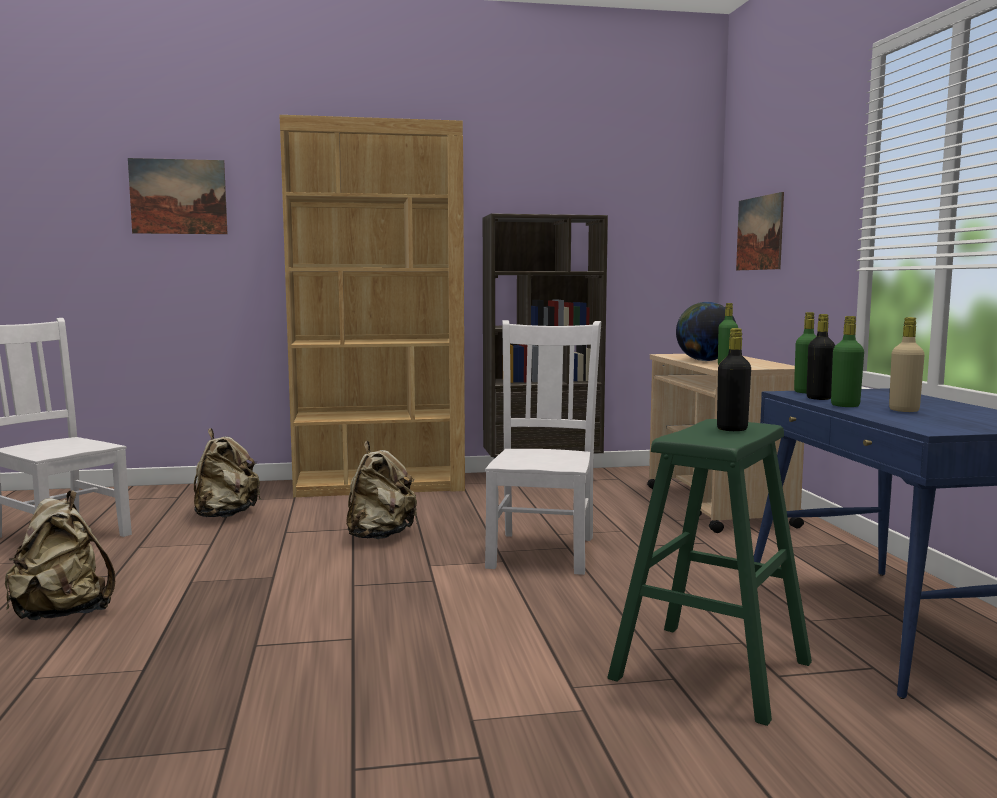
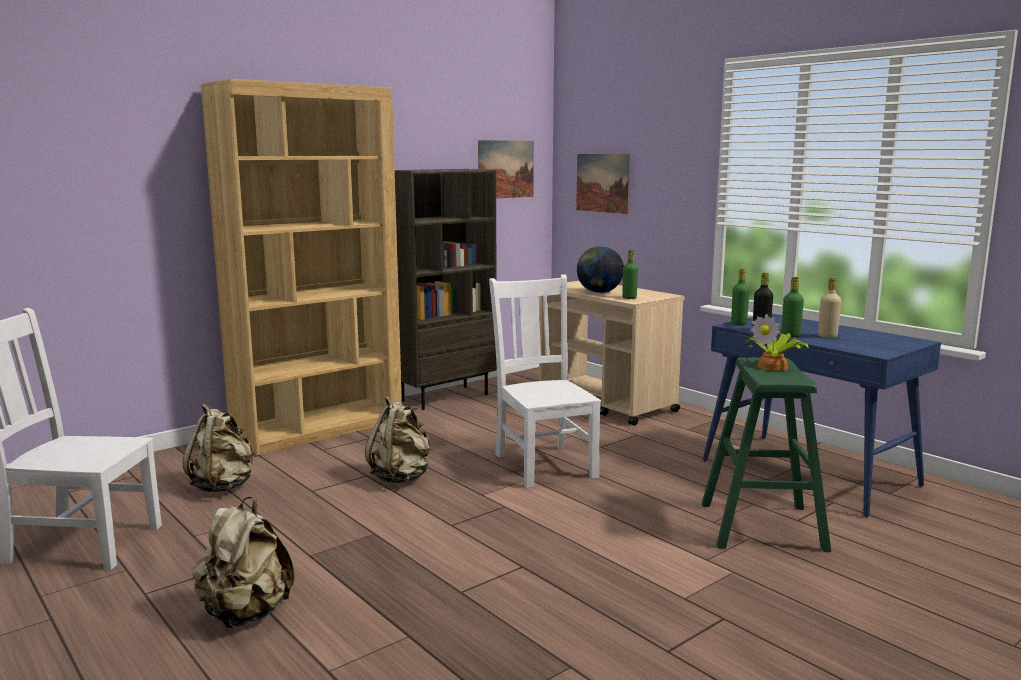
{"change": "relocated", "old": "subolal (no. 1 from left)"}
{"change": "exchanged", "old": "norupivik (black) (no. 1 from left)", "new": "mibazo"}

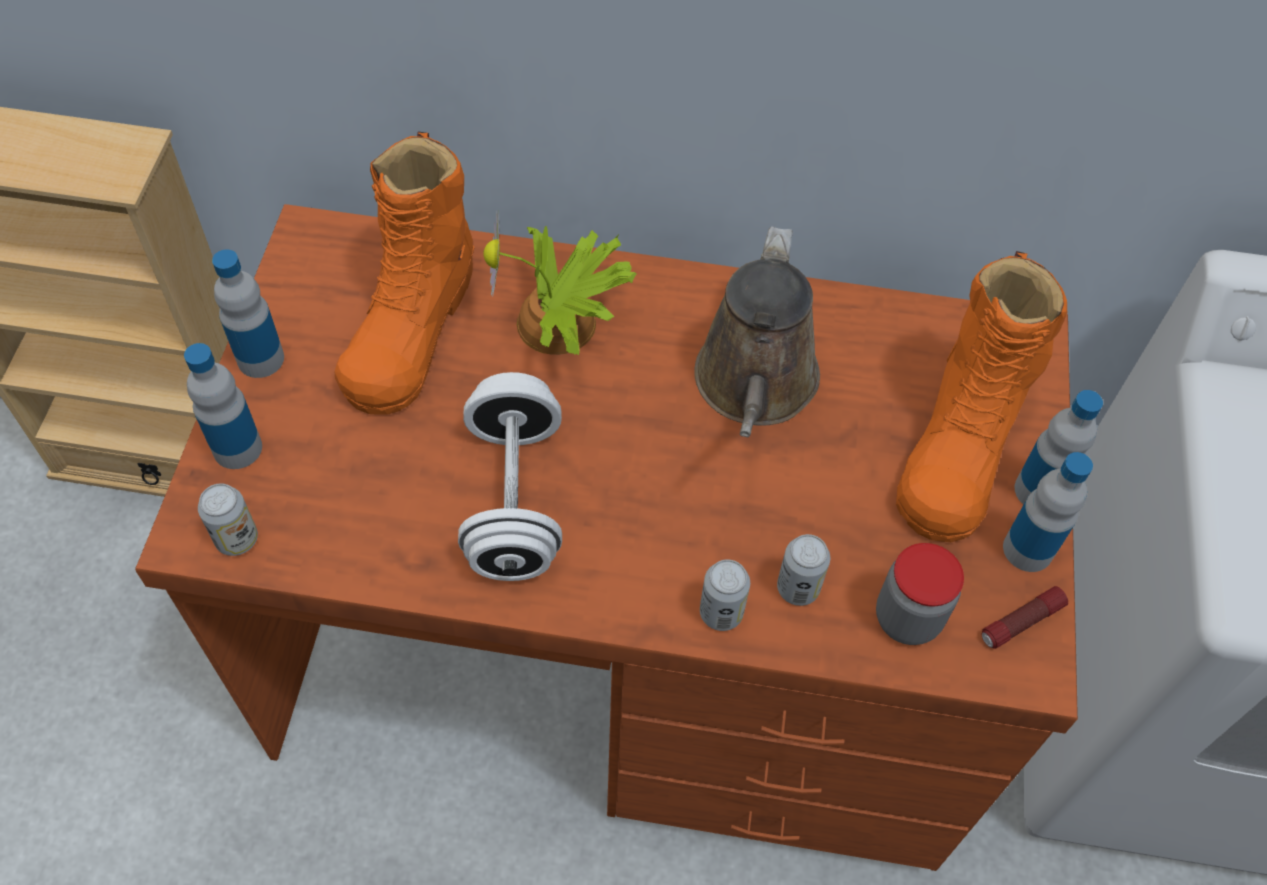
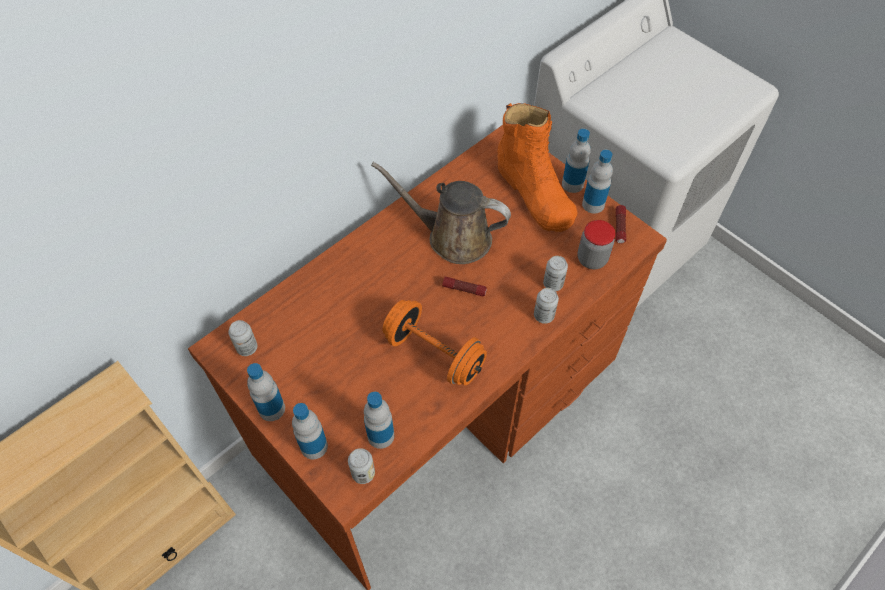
{"change": "missing", "old": "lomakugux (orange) (no. 1 from left)"}
{"change": "missing", "old": "mibazo"}
{"change": "appeared", "new": "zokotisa (no. 1 from left)"}
{"change": "appeared", "new": "norupivik (no. 3 from left)"}
{"change": "appeared", "new": "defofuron (no. 1 from left)"}
{"change": "colour", "old": "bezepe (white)", "new": "bezepe (orange)"}
{"change": "spun", "old": "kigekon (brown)", "degrees": 150}

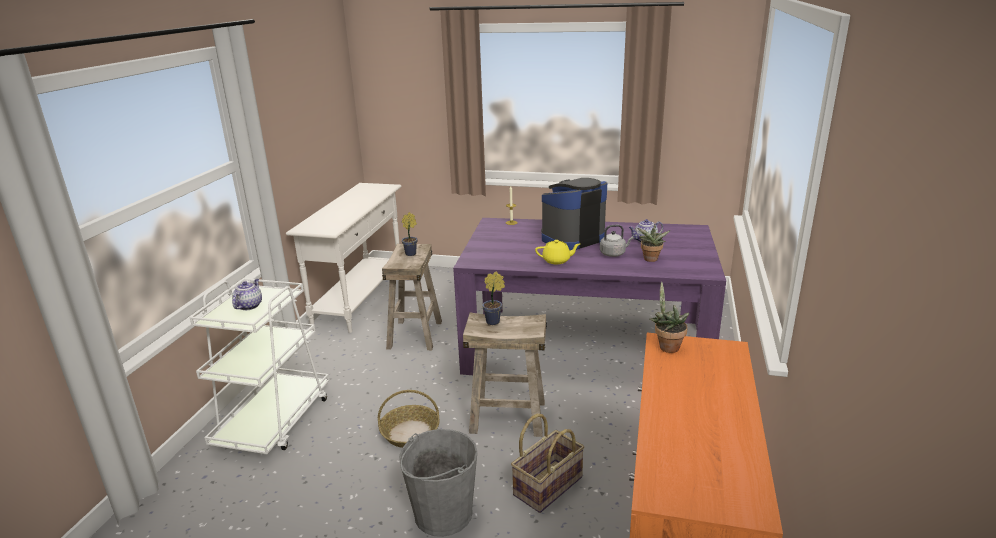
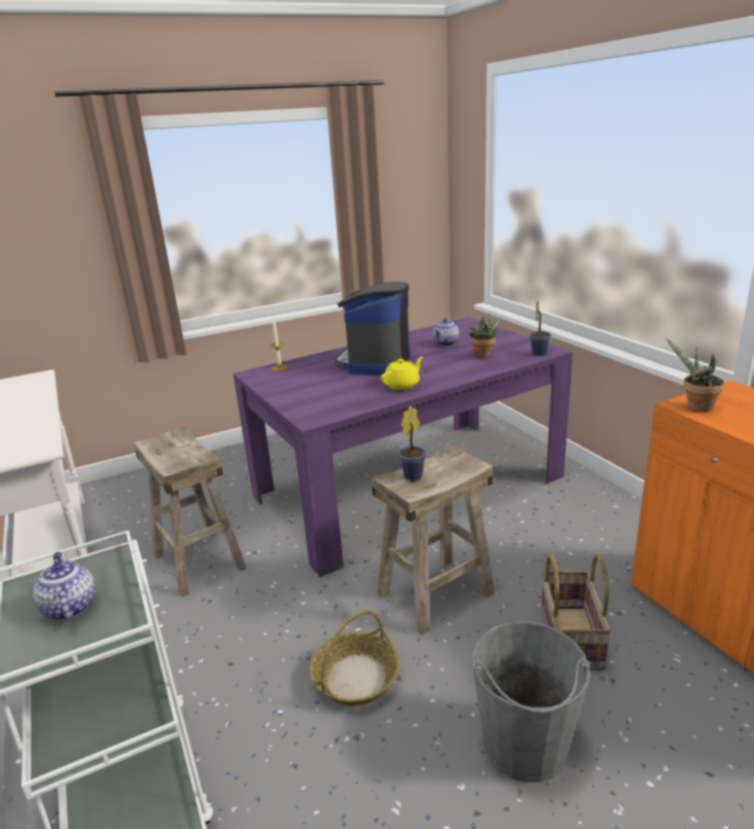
{"change": "missing", "old": "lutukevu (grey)"}
{"change": "relocated", "old": "mibazo (no. 1 from left in the first image)", "new": "mibazo (no. 3 from left)"}

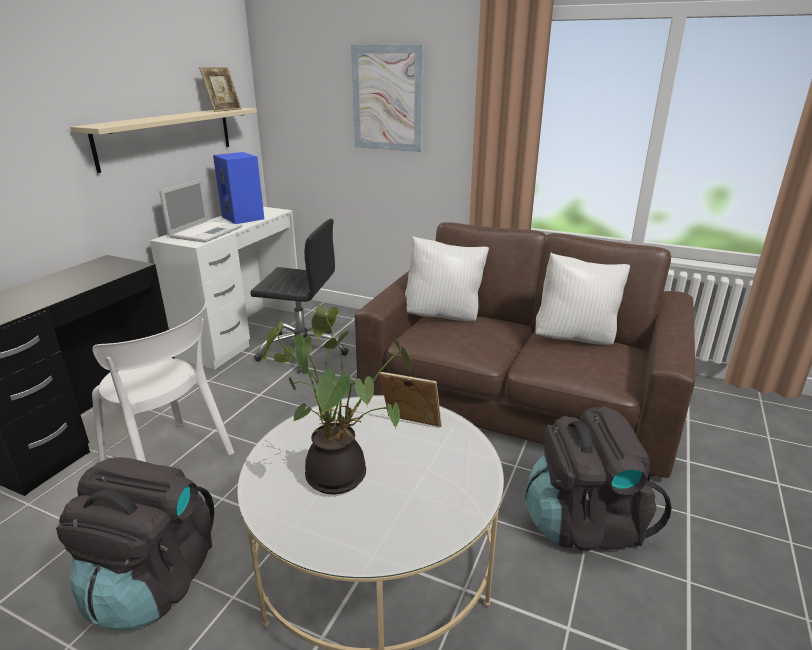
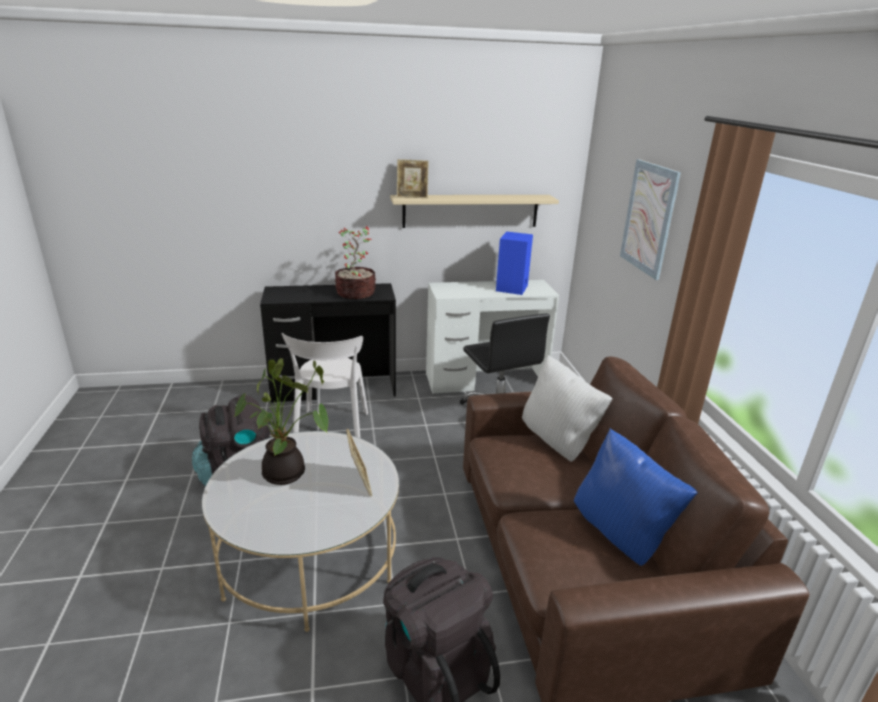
{"change": "missing", "old": "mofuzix"}
{"change": "appeared", "new": "mibazo (no. 2 from left)"}
{"change": "relocated", "old": "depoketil (no. 1 from left in the first image)", "new": "depoketil (no. 2 from left)"}
{"change": "colour", "old": "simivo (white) (no. 2 from left)", "new": "simivo (blue)"}

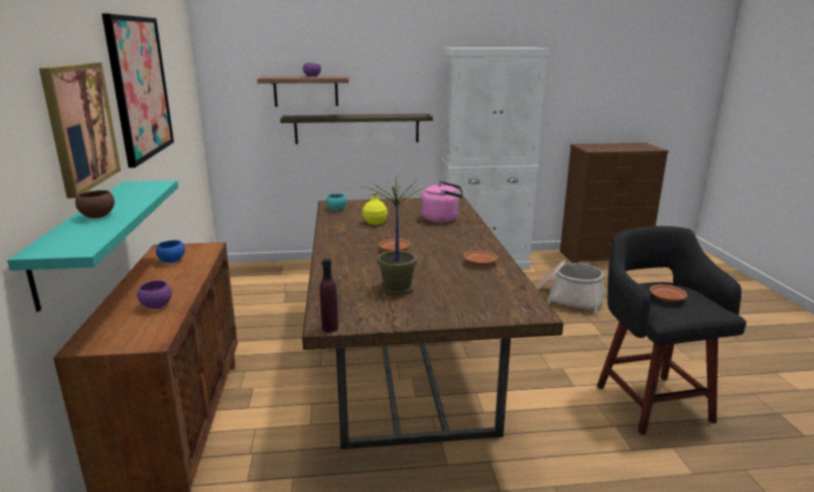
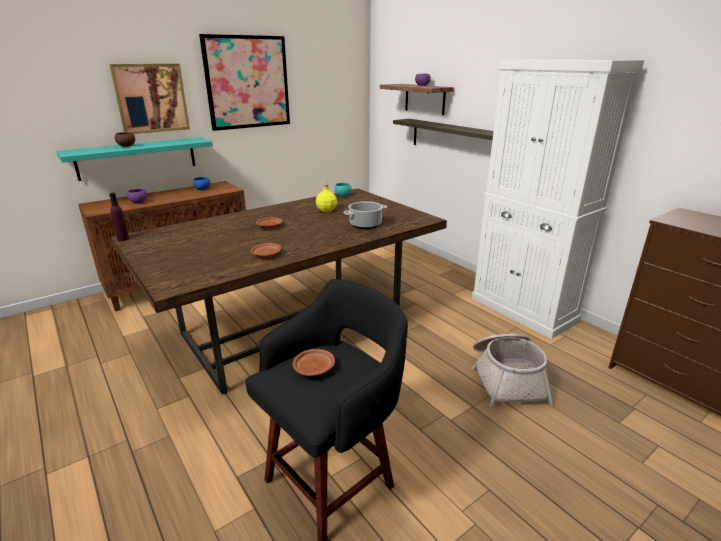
{"change": "missing", "old": "mibazo"}
{"change": "exchanged", "old": "lutukevu (pink)", "new": "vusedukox"}

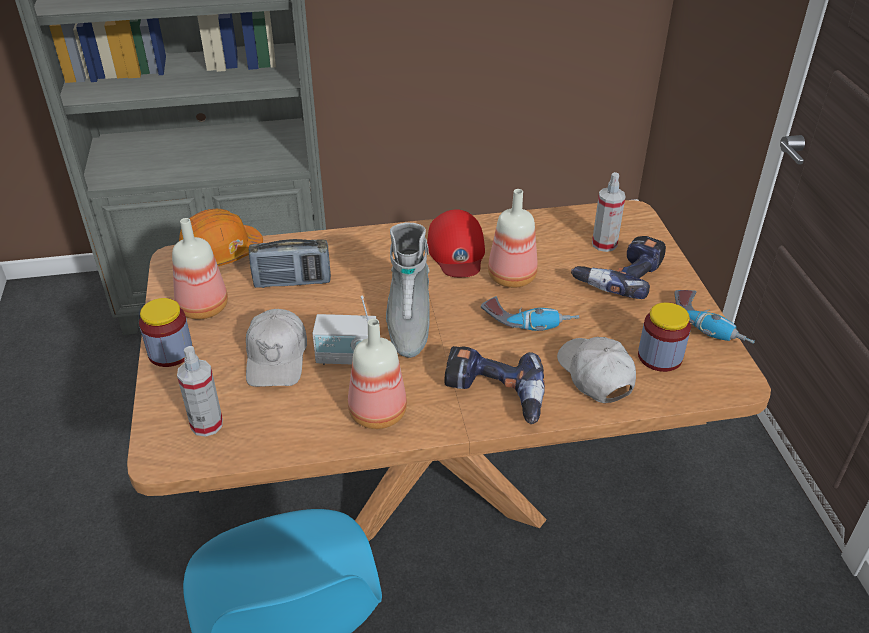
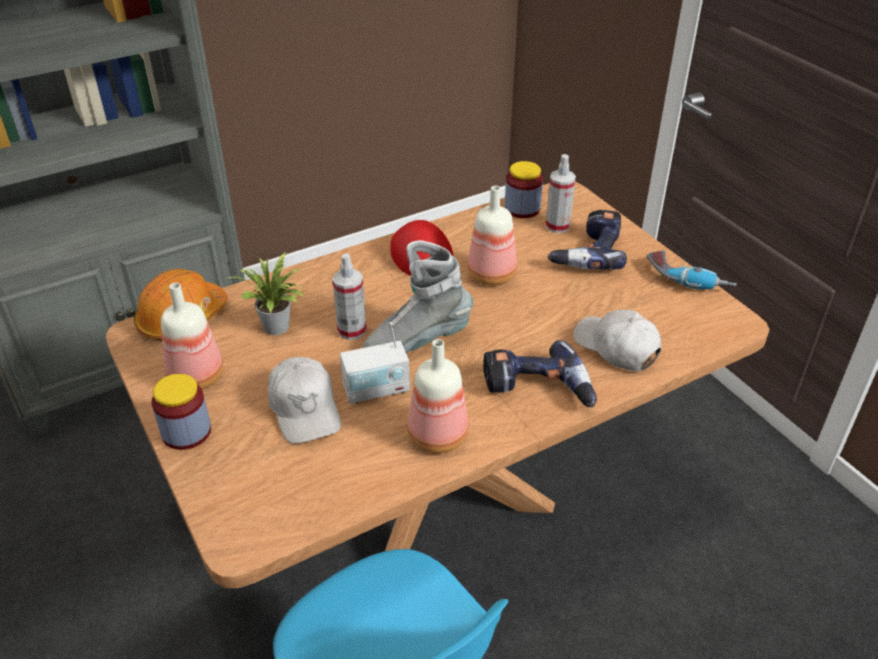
{"change": "missing", "old": "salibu (no. 2 from left)"}
{"change": "relocated", "old": "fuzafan (no. 1 from left)"}
{"change": "relocated", "old": "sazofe (no. 2 from left)"}
{"change": "exchanged", "old": "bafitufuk (no. 1 from left)", "new": "mibazo"}
{"change": "spun", "old": "lomakugux (grey)", "degrees": 90}

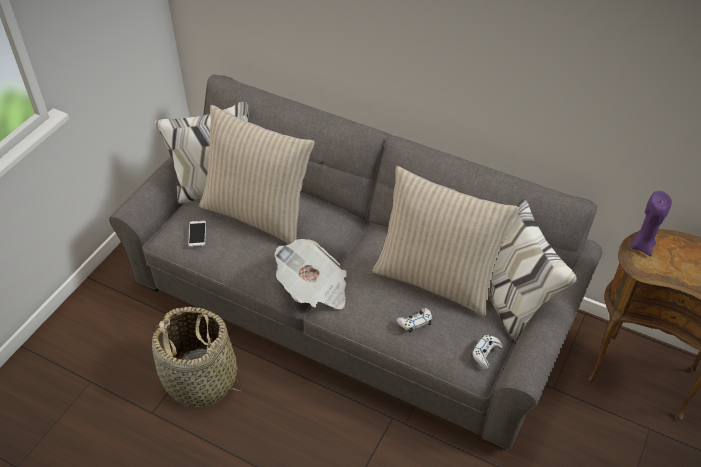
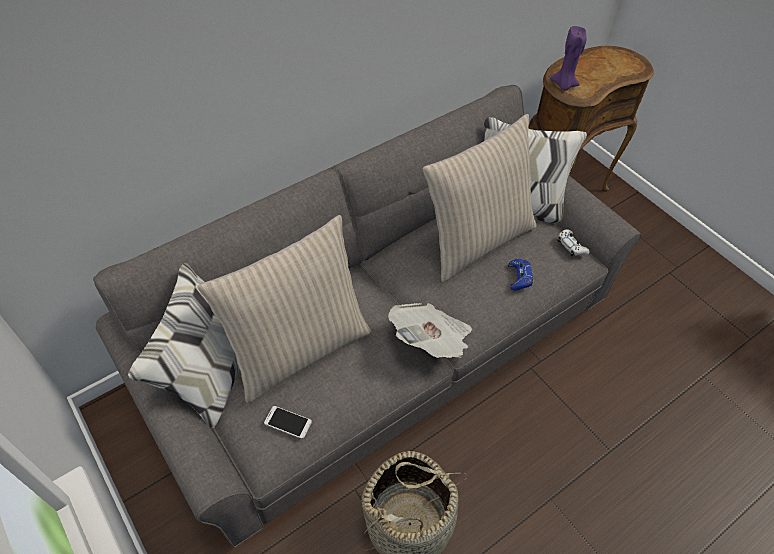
{"change": "colour", "old": "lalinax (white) (no. 1 from left)", "new": "lalinax (blue)"}

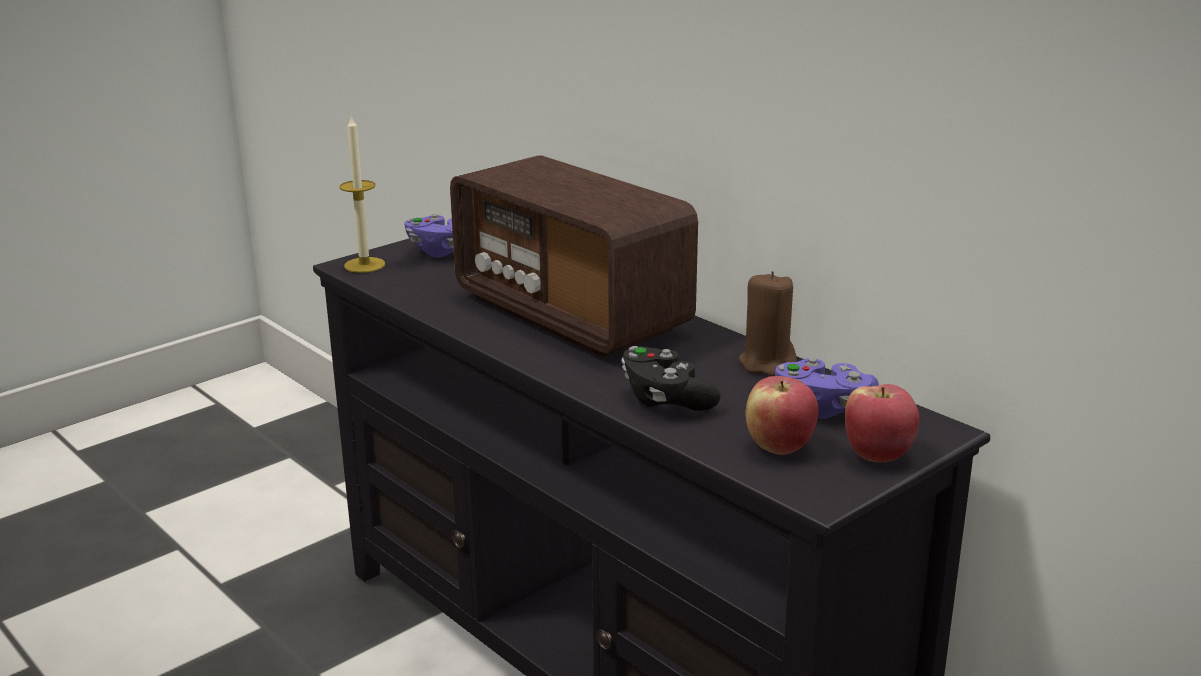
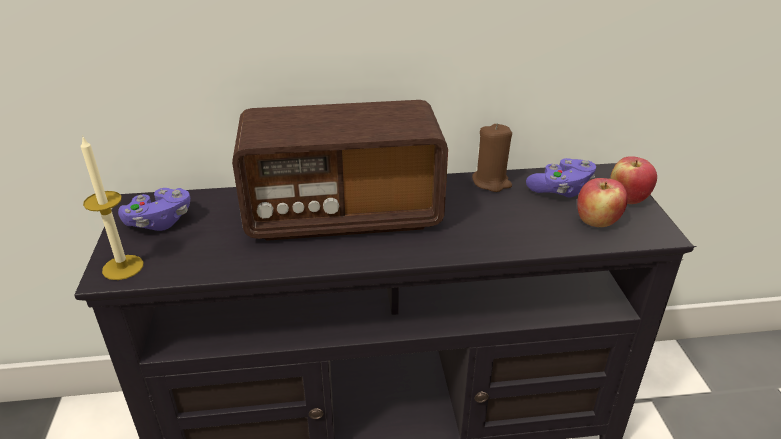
{"change": "missing", "old": "lalinax (black)"}

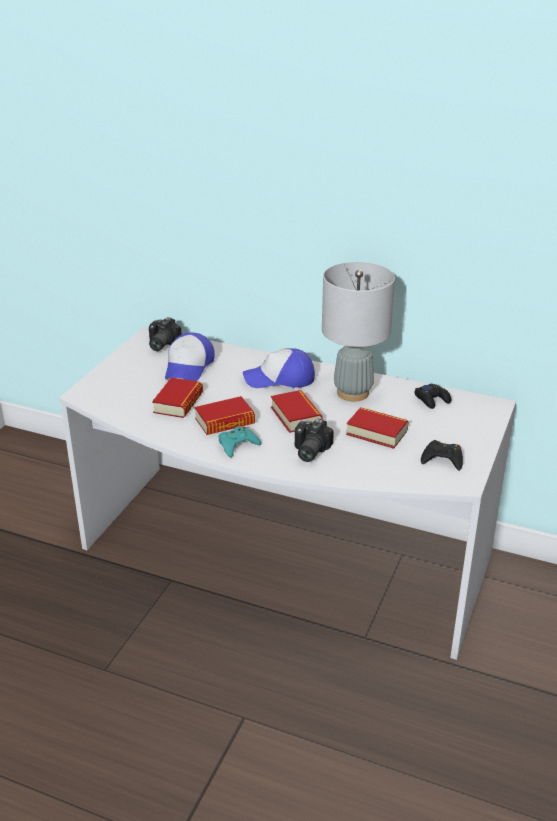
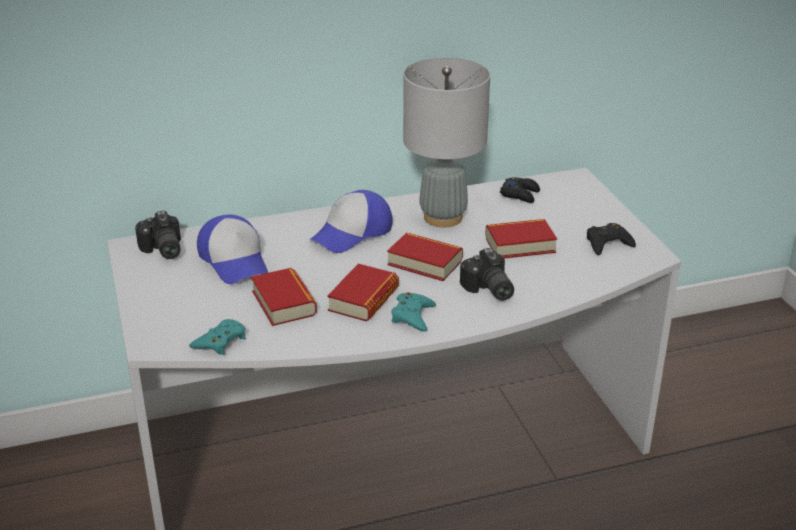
{"change": "appeared", "new": "lalinax (turquoise) (no. 1 from left)"}

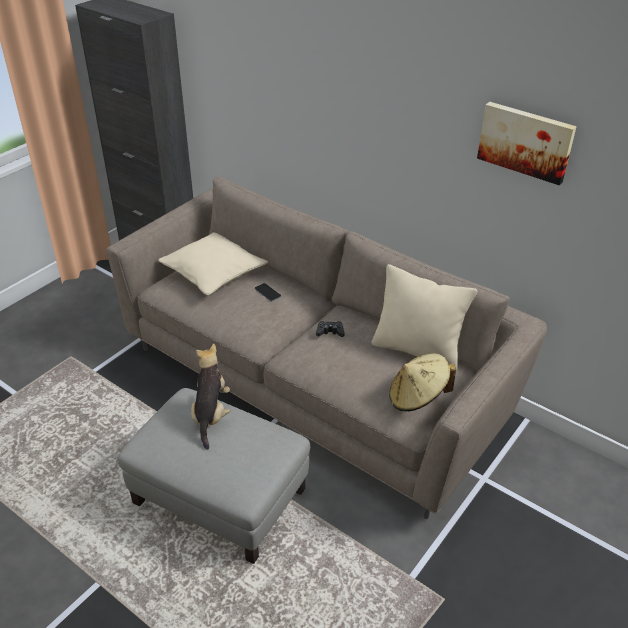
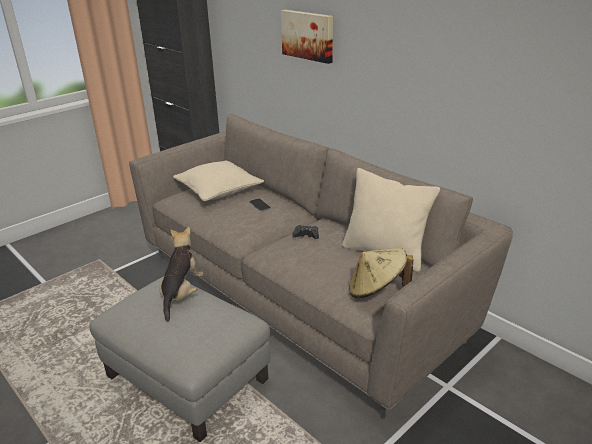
{"change": "relocated", "old": "subolal"}

